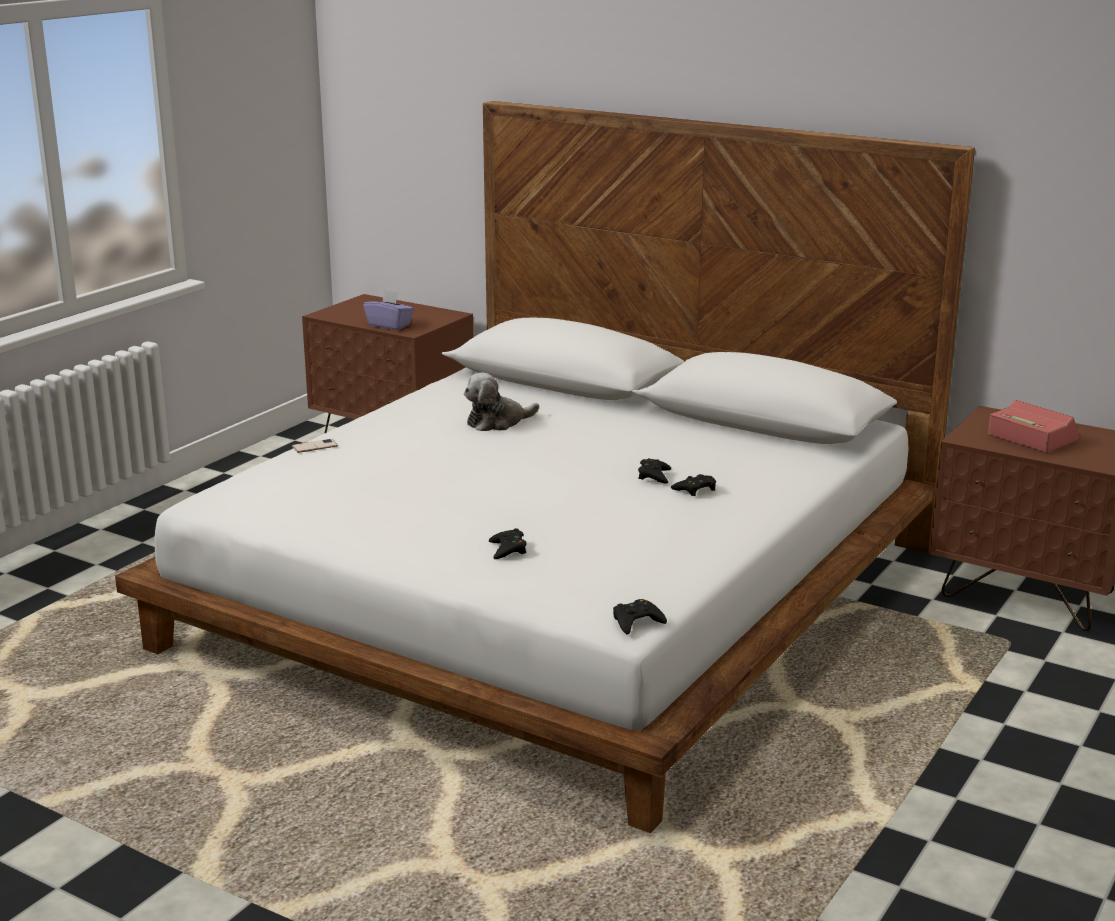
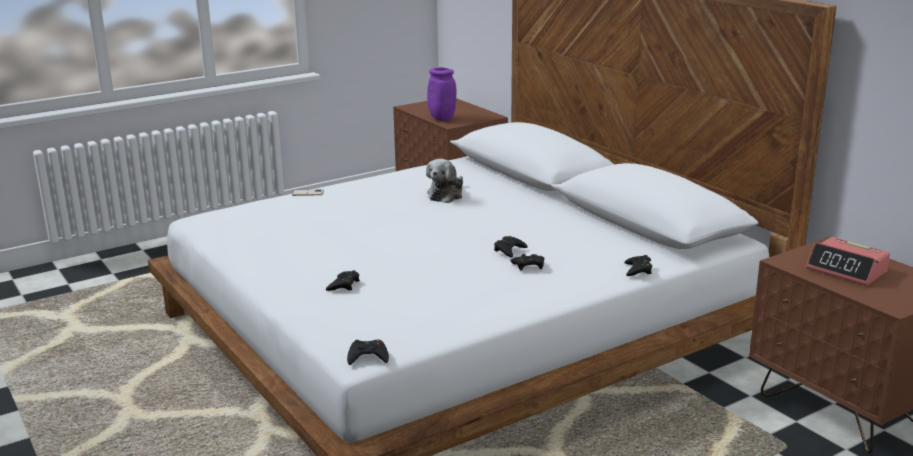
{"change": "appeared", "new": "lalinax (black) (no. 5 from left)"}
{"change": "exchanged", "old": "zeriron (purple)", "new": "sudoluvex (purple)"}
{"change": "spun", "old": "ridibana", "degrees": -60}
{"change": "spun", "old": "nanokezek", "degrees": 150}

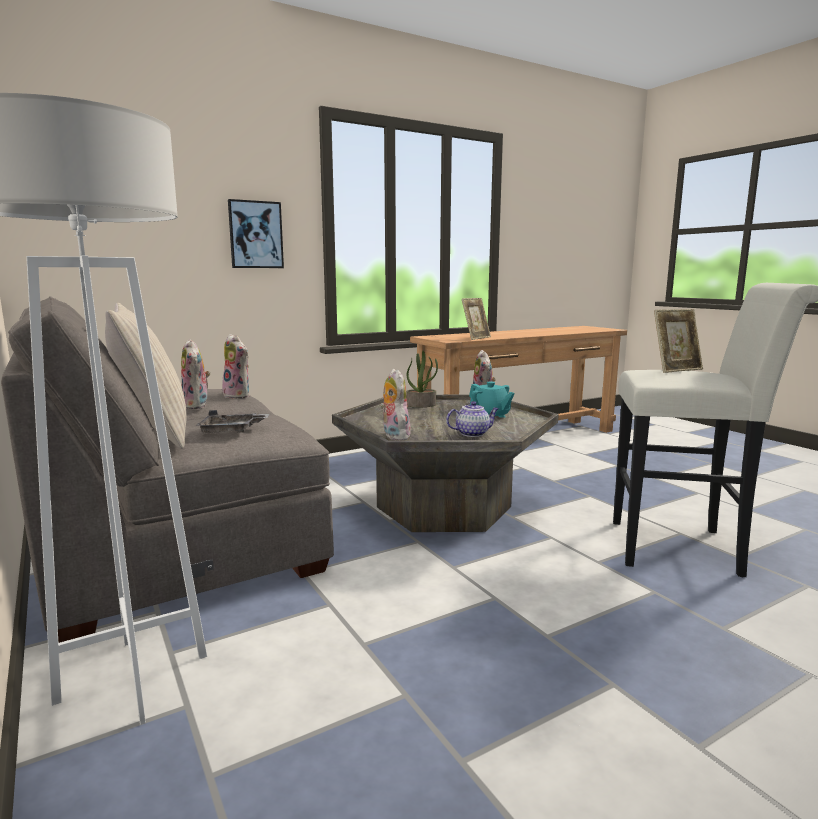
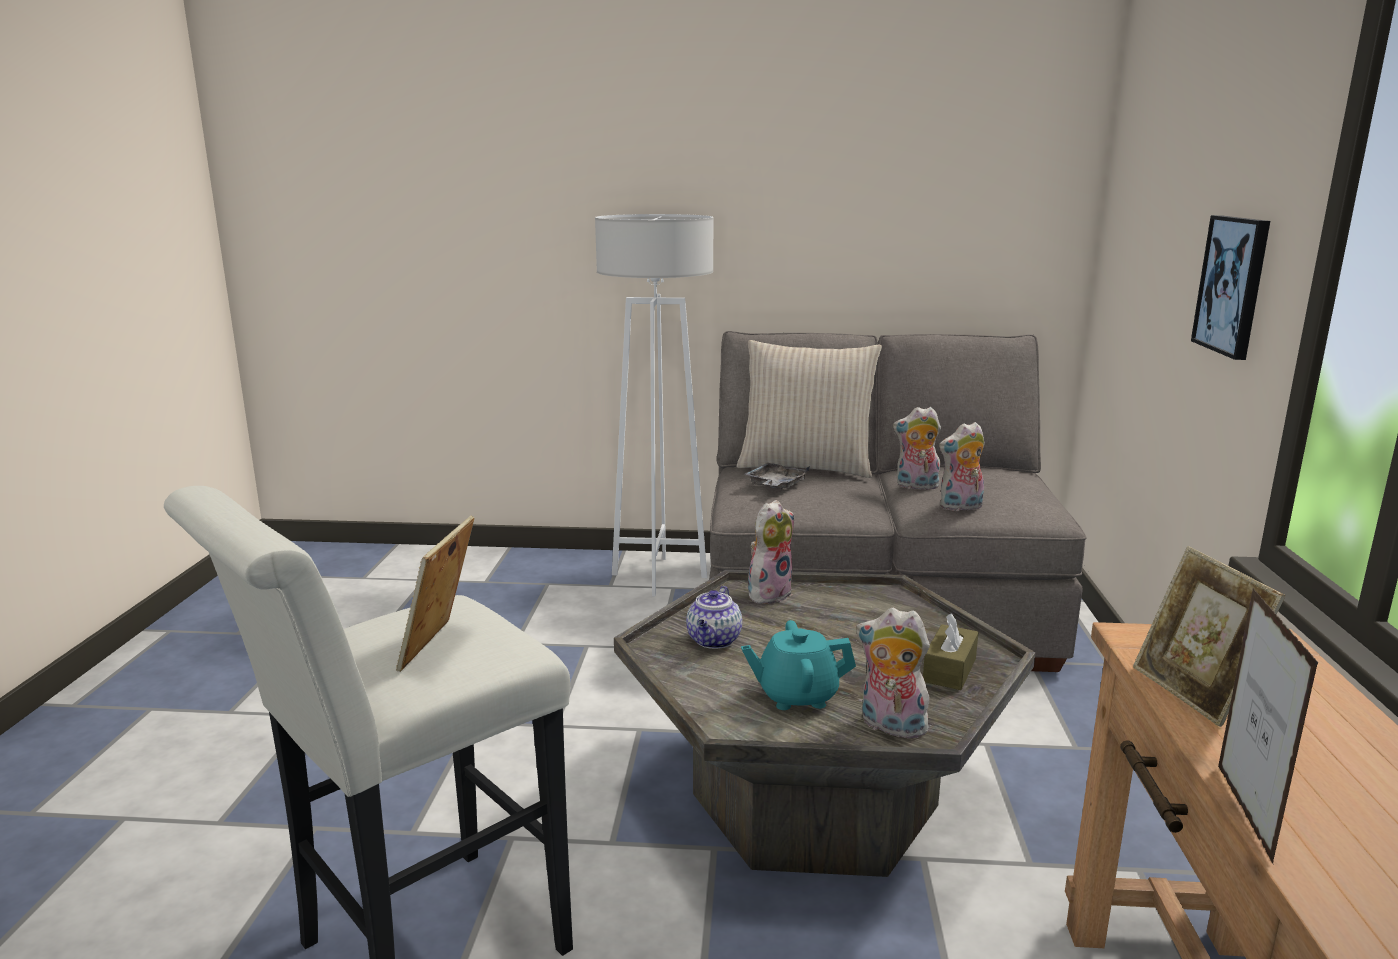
{"change": "appeared", "new": "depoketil (no. 3 from left)"}
{"change": "exchanged", "old": "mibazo", "new": "zeriron (brown)"}
{"change": "spun", "old": "ridibana (no. 3 from left in the first image)", "degrees": -60}

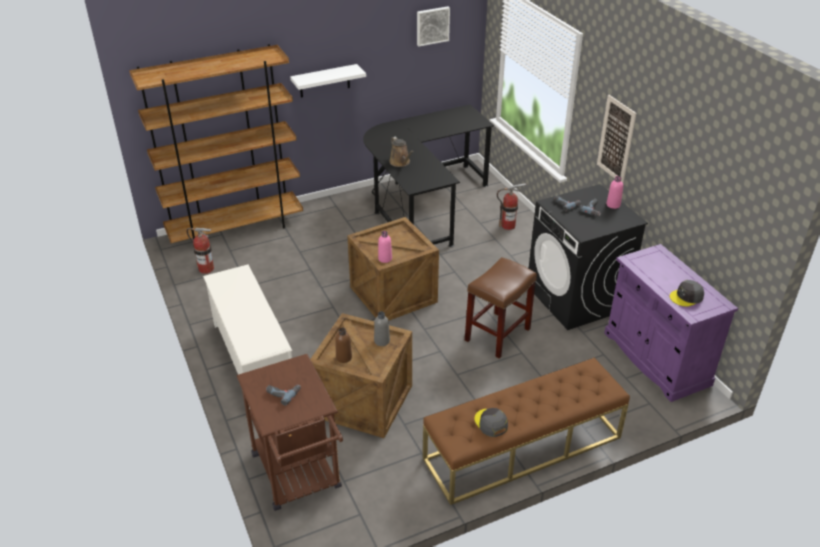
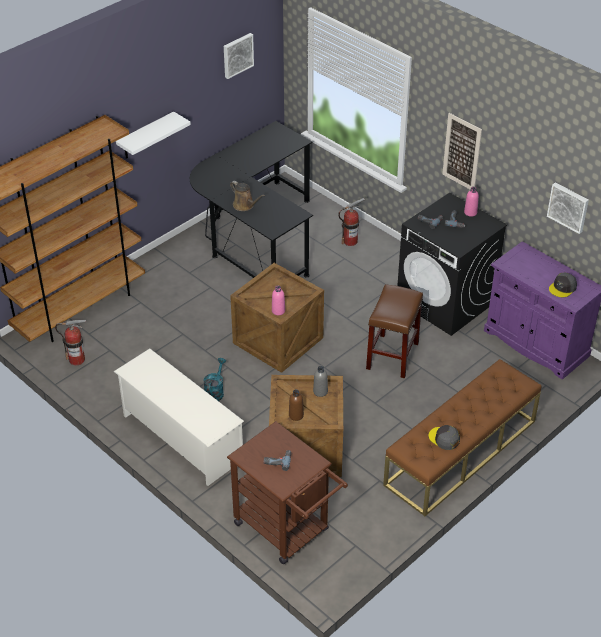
{"change": "appeared", "new": "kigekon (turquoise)"}
{"change": "appeared", "new": "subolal (no. 3 from left)"}

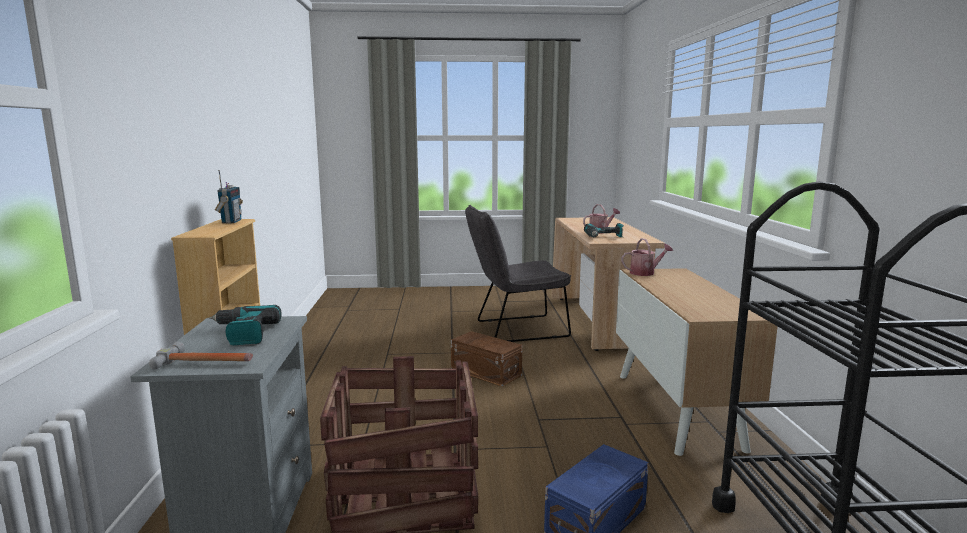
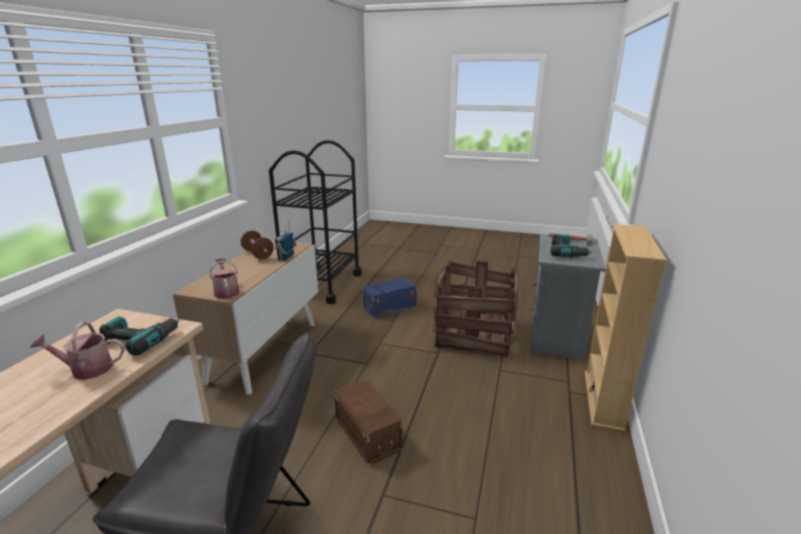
{"change": "appeared", "new": "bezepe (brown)"}
{"change": "relocated", "old": "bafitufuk"}
{"change": "spun", "old": "kigekon (no. 2 from left)", "degrees": 60}

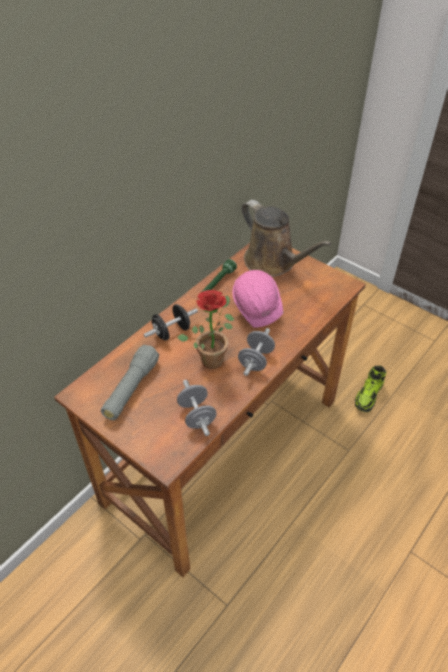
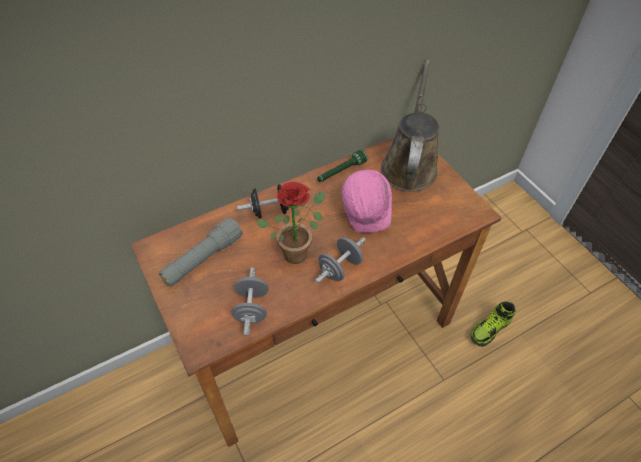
{"change": "spun", "old": "kigekon (brown)", "degrees": -150}

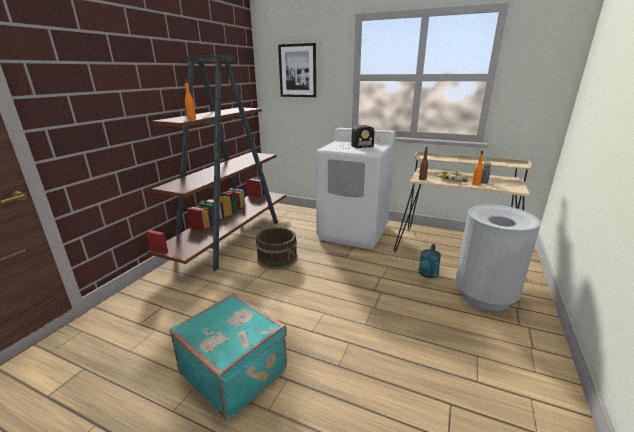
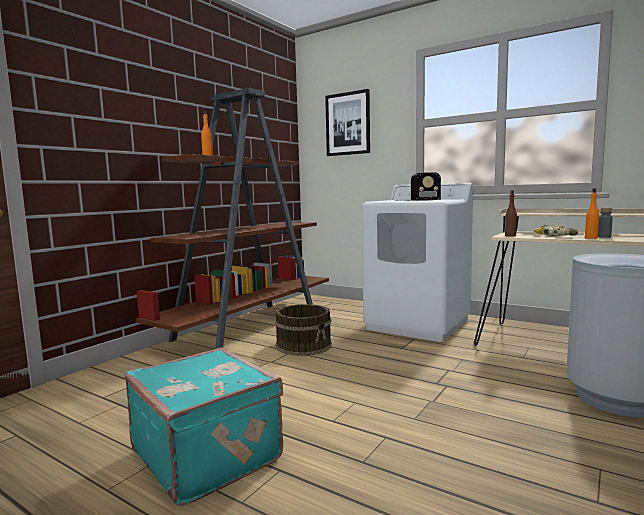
{"change": "missing", "old": "kigekon (turquoise)"}

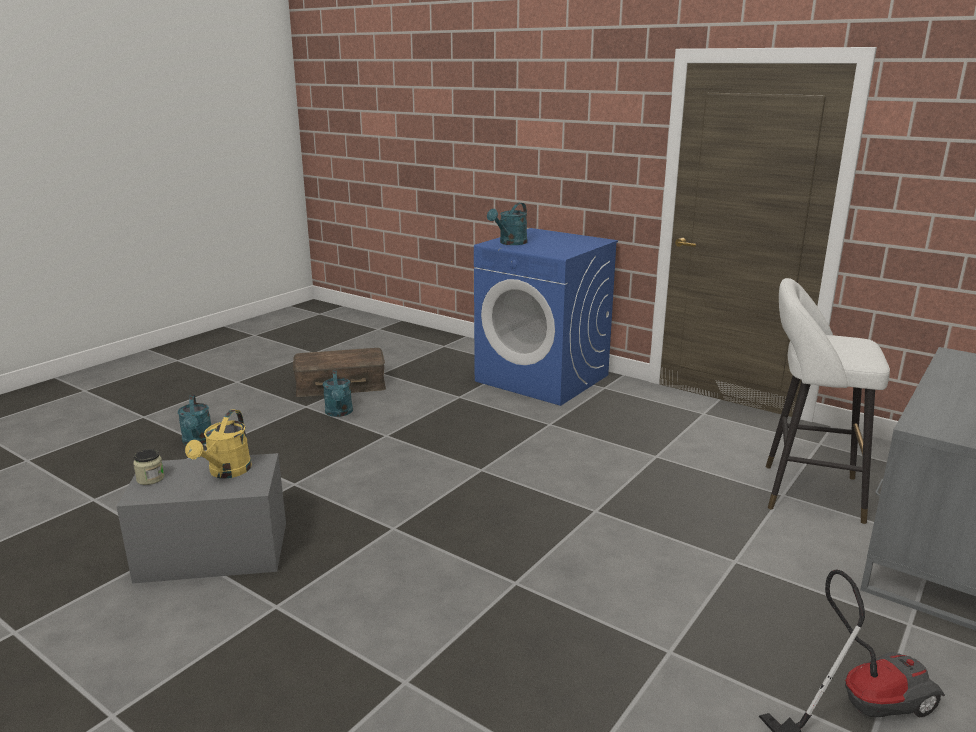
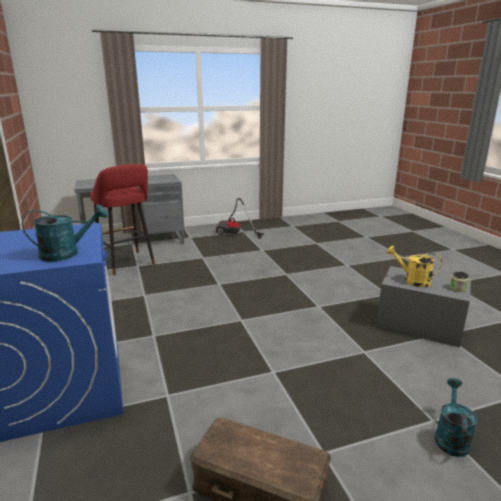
{"change": "missing", "old": "kigekon (turquoise) (no. 2 from left)"}
{"change": "colour", "old": "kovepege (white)", "new": "kovepege (red)"}
{"change": "spun", "old": "kigekon (yellow)", "degrees": -105}

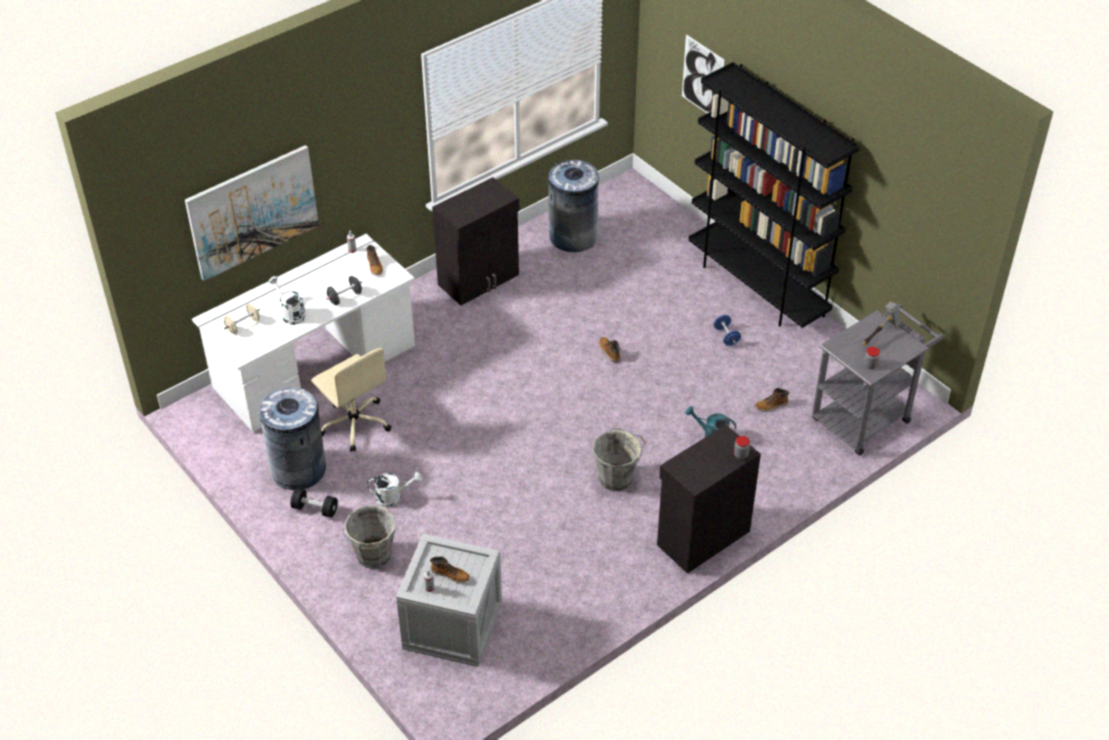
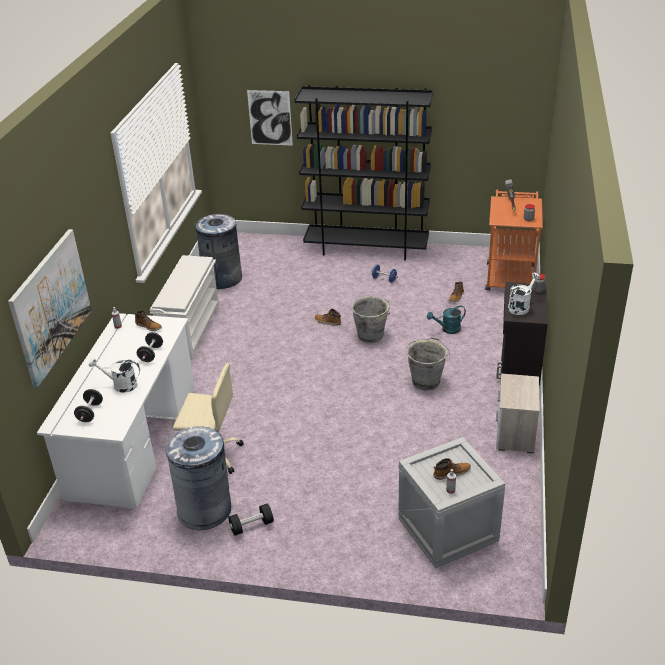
{"change": "appeared", "new": "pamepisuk"}
{"change": "relocated", "old": "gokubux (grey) (no. 1 from left)"}
{"change": "relocated", "old": "kigekon (white) (no. 2 from left)"}
{"change": "exchanged", "old": "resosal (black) (no. 1 from left)", "new": "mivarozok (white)"}
{"change": "colour", "old": "bezepe (beige)", "new": "bezepe (black) (no. 1 from left)"}
{"change": "colour", "old": "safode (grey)", "new": "safode (orange)"}

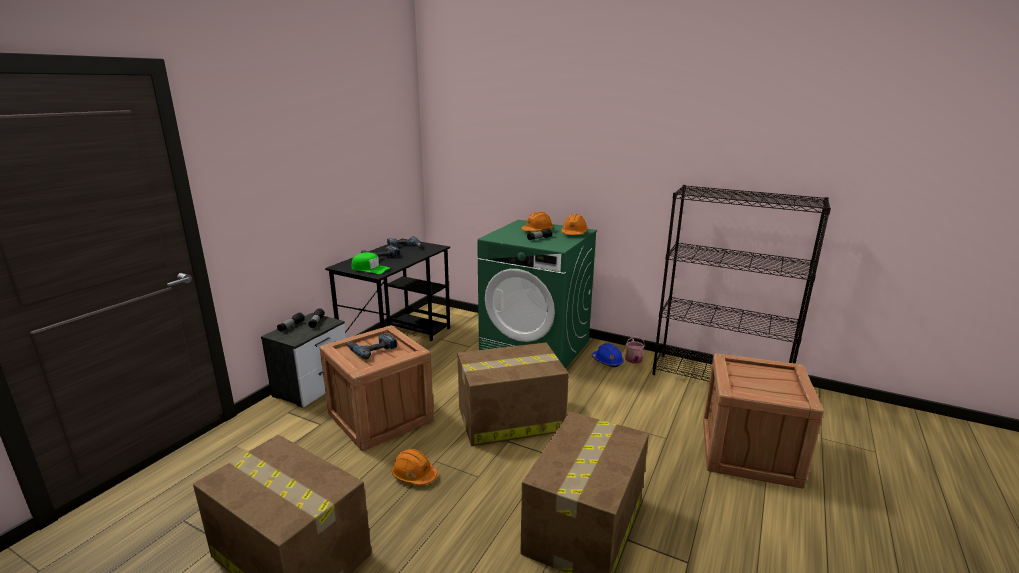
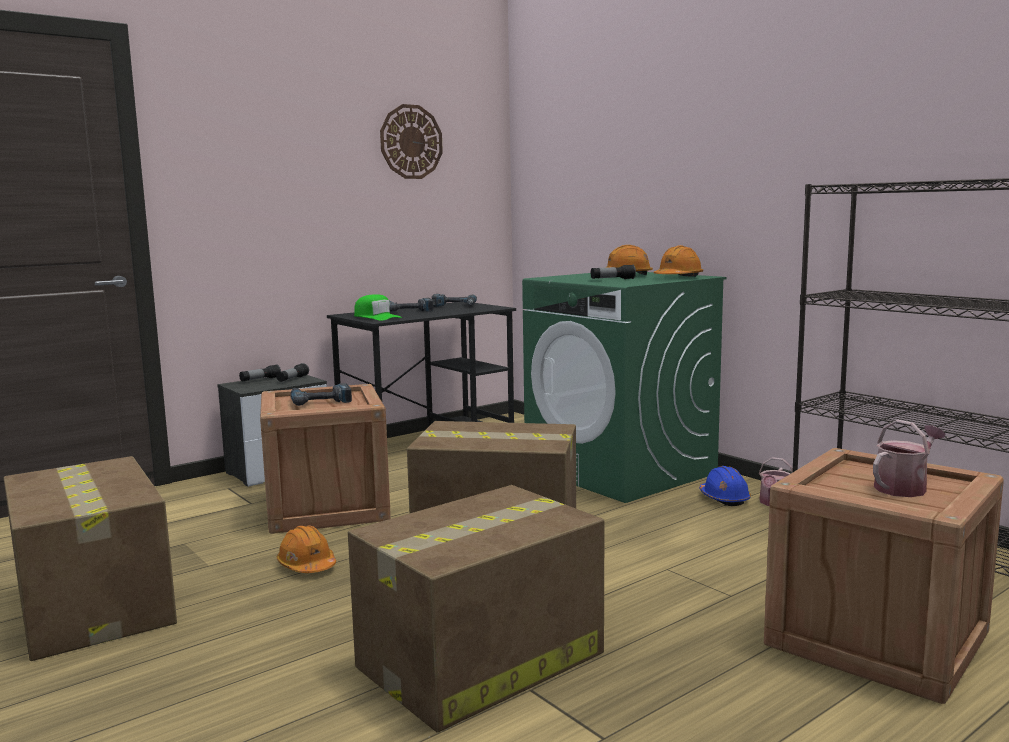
{"change": "appeared", "new": "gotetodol"}
{"change": "appeared", "new": "kigekon (no. 2 from left)"}

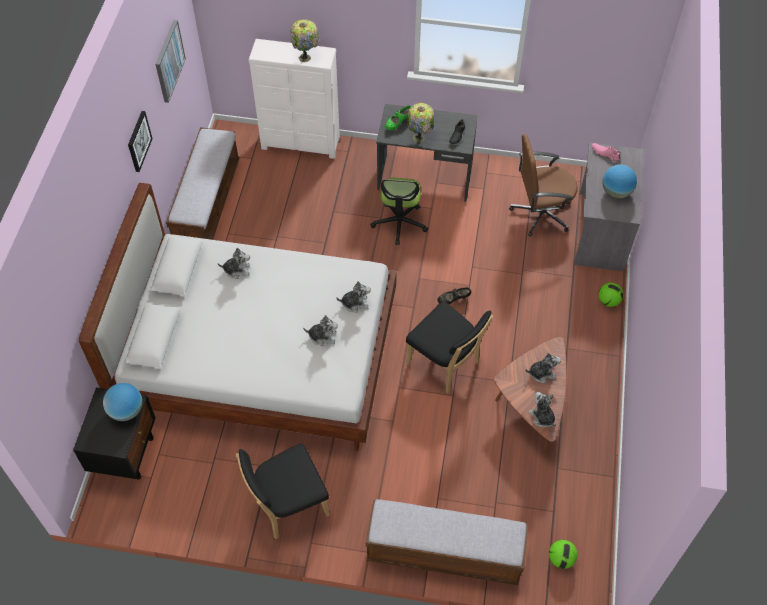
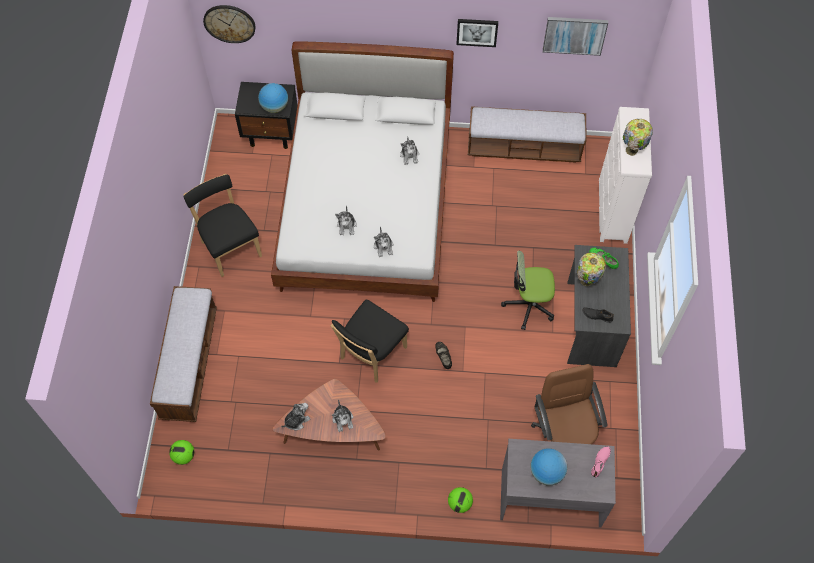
{"change": "appeared", "new": "gotetodol"}

